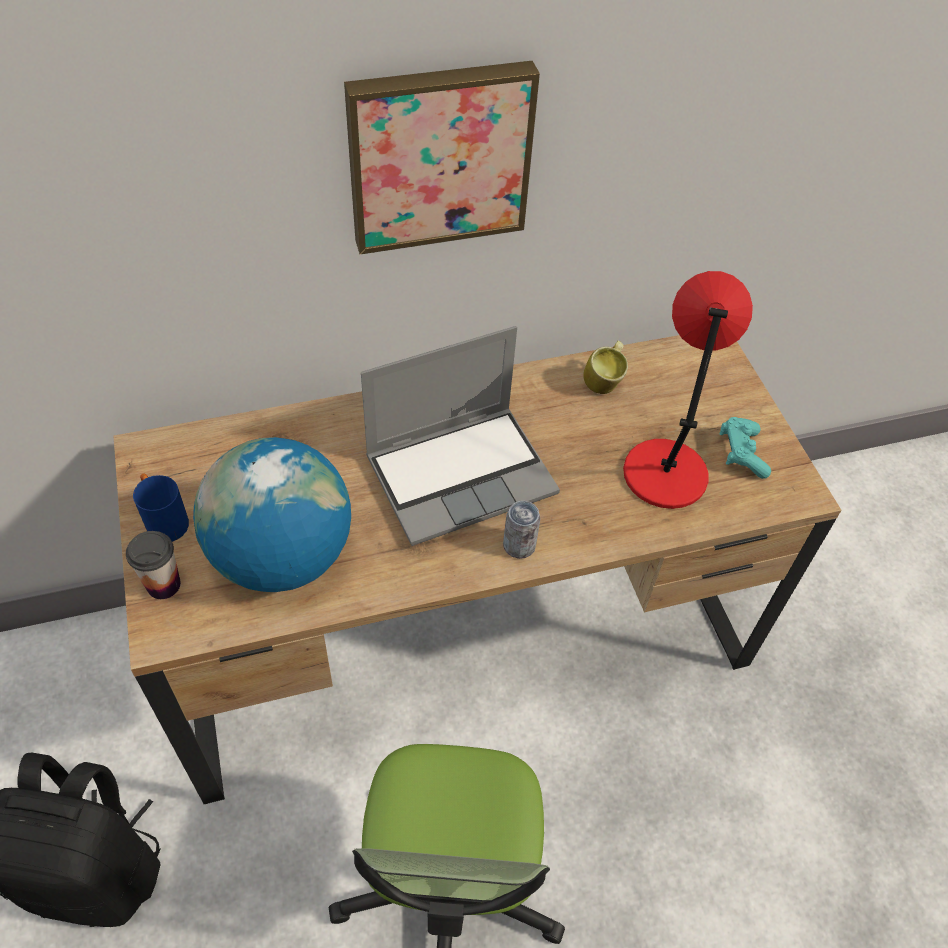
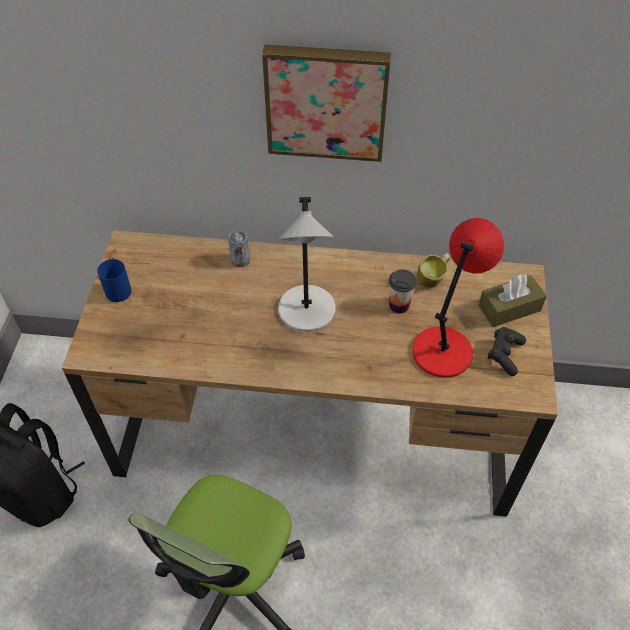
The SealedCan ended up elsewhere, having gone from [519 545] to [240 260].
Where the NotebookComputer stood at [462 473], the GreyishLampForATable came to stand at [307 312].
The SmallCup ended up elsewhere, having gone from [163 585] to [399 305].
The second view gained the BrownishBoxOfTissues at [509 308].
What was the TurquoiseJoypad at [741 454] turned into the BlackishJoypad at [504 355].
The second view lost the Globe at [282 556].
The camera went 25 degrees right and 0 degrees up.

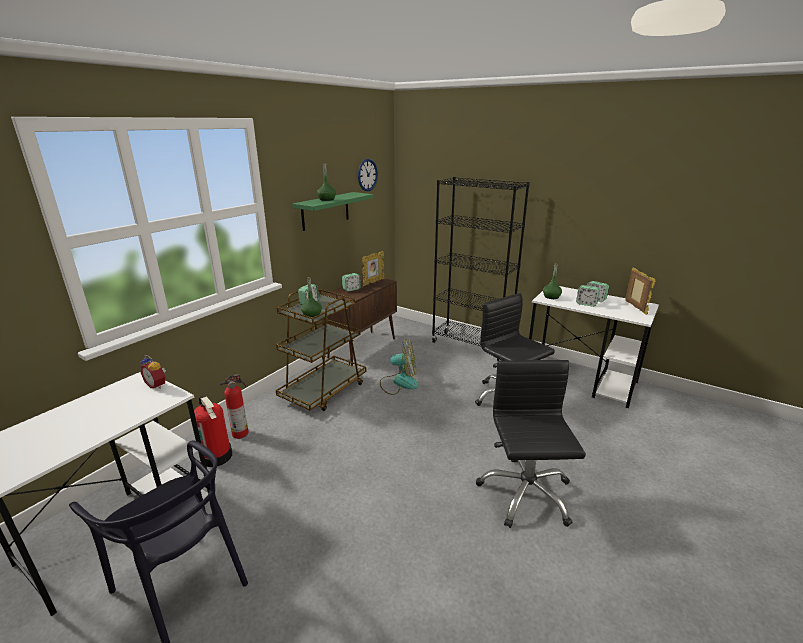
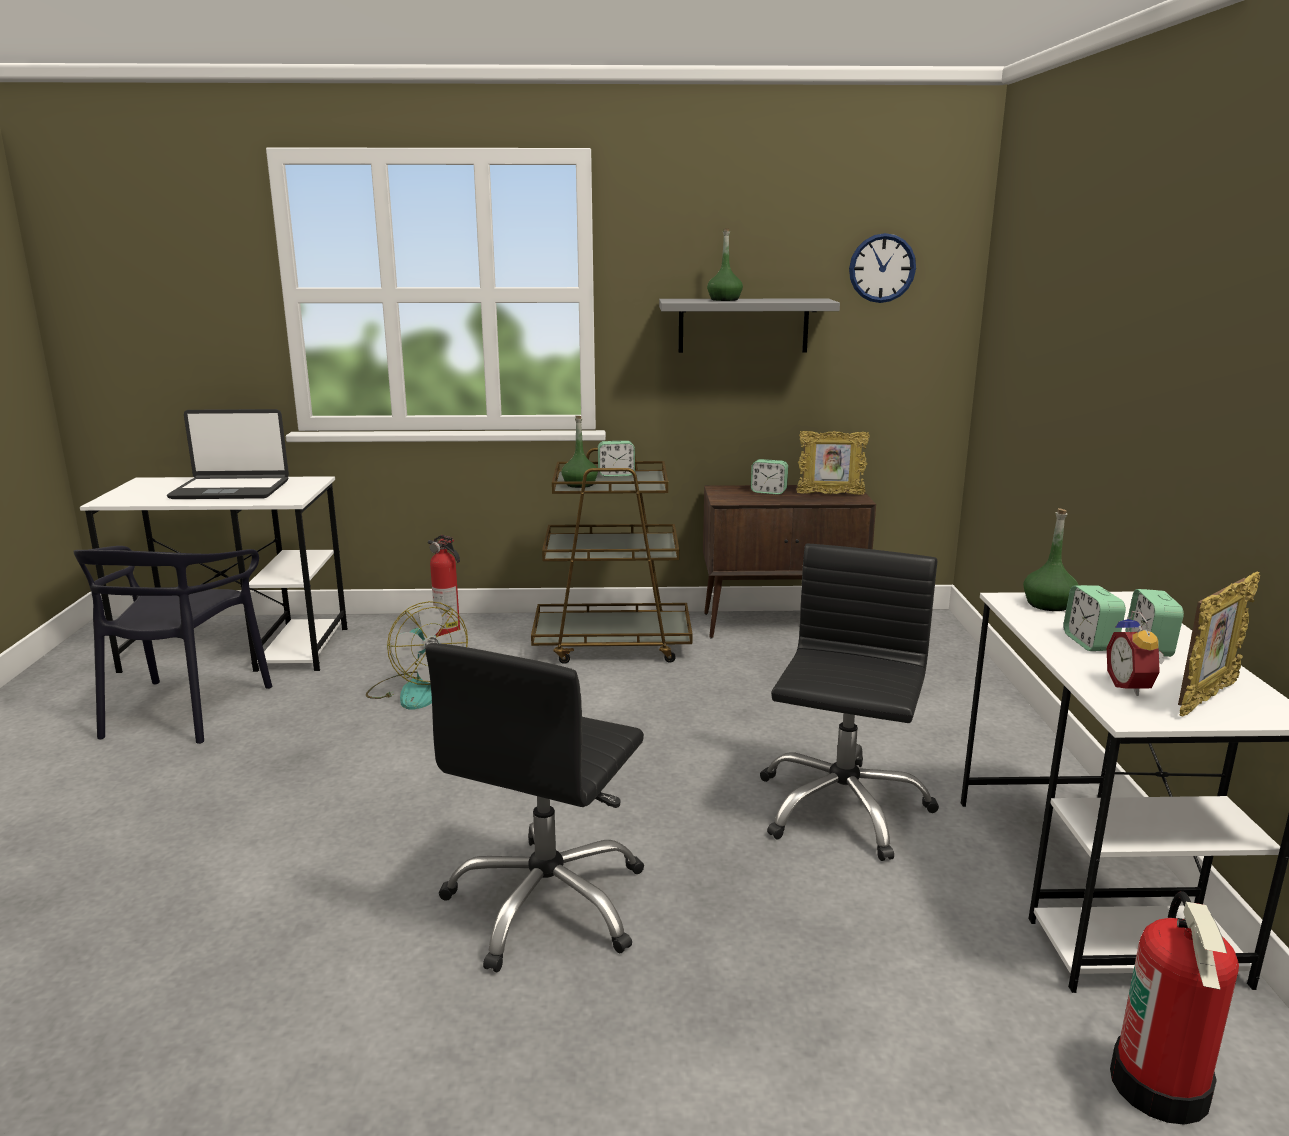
The second view gained the NotebookComputer at [231 490].
The ElectricFan ended up elsewhere, having gone from [399 382] to [416 690].
The BlackishOfficeChair at [525 493] ended up facing another way, 150 degrees clockwise from before.
What was the GreenColouredWallShelf at [325 211] turned into the GreyishWallShelf at [743 325].
The BedsideClock ended up elsewhere, having gone from [157 385] to [1132 687].
The FireExtinguisher ended up elsewhere, having gone from [217 456] to [1161 1086].
The second view lost the BlackishBookshelf at [471 346].
The camera went 55 degrees right and 5 degrees down.

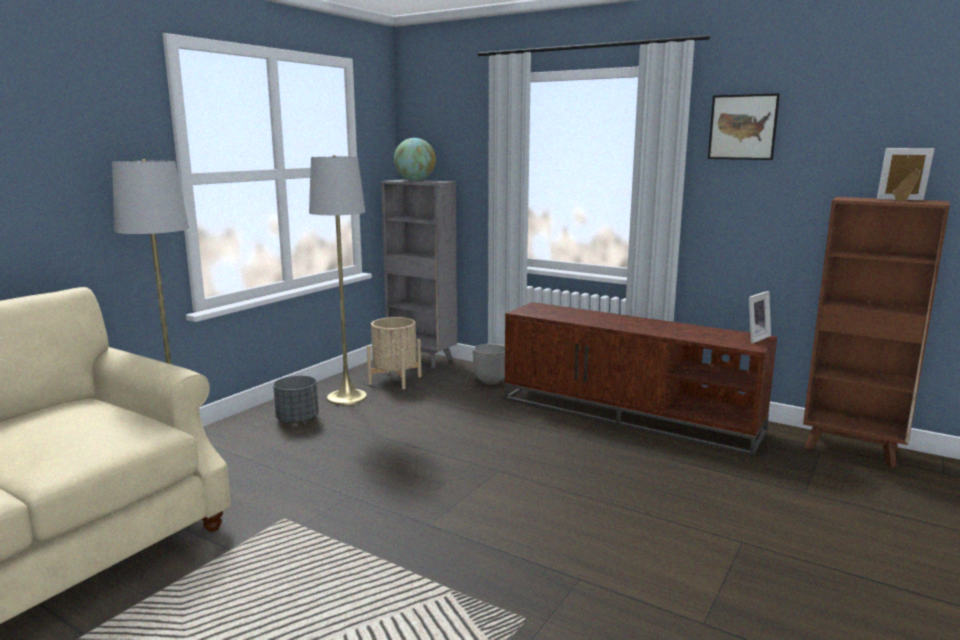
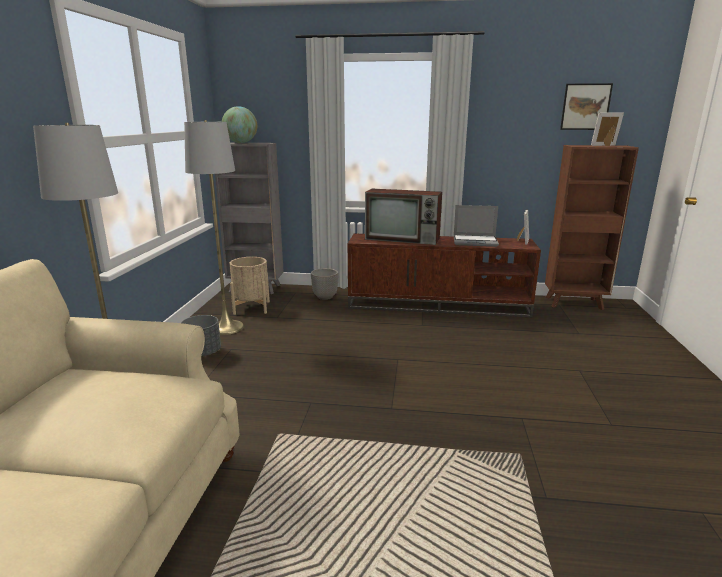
The second view gained the Tv at [403 239].
The second view gained the NotebookComputer at [475 242].
The Picture ended up elsewhere, having gone from [742 127] to [585 107].
The camera went 25 degrees left and 5 degrees up.

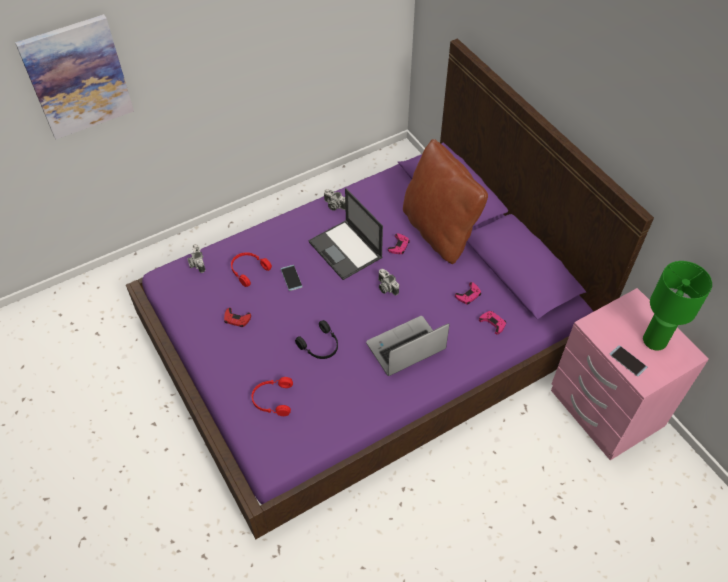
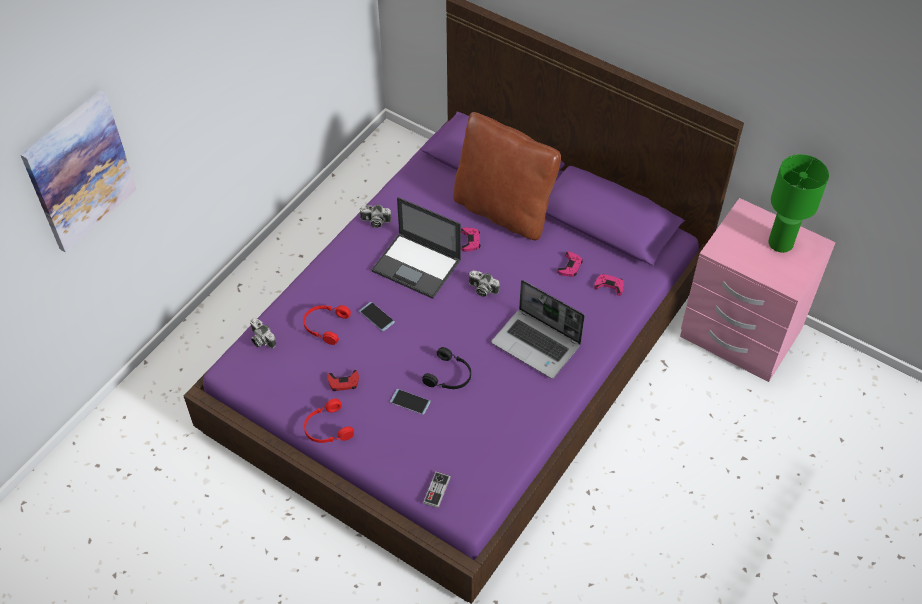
The RedColouredHeadset ended up elsewhere, having gone from [272 399] to [327 428].
The Handset ended up elsewhere, having gone from [628 361] to [410 402].
The second view gained the Joypad at [437 490].
The NotebookComputer at [405 348] ended up facing another way, 90 degrees counterclockwise from before.
The camera went 25 degrees left and 0 degrees up.

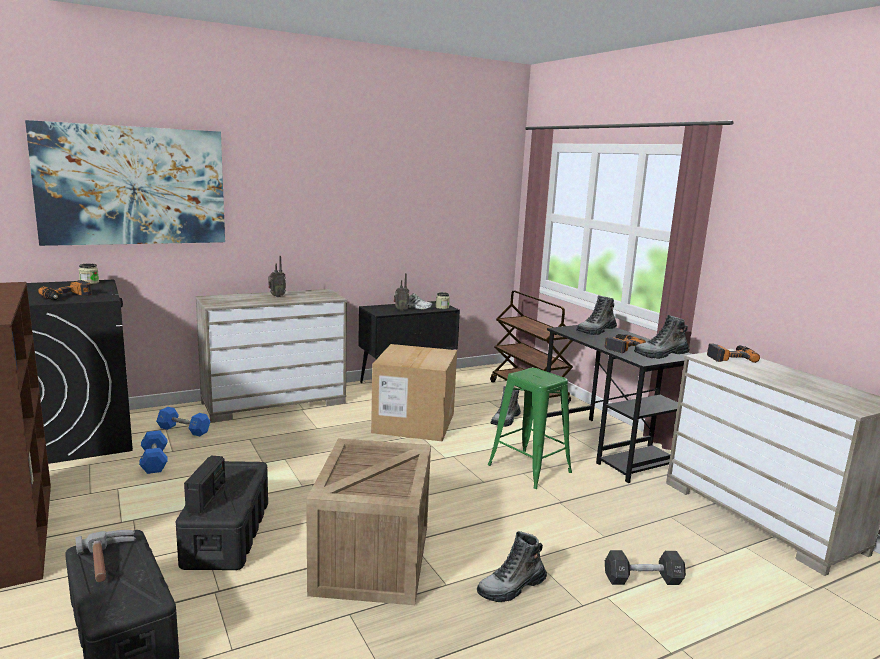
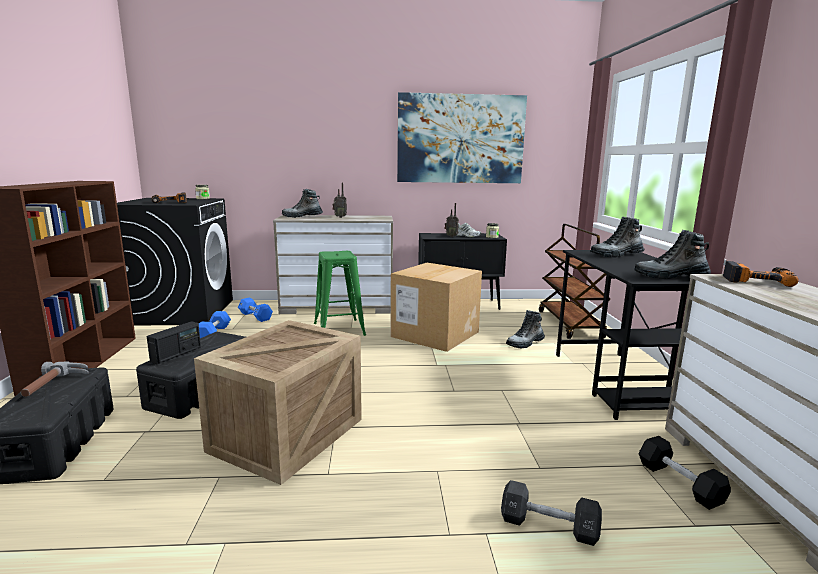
The TallBoot ended up elsewhere, having gone from [511 588] to [302 217].
The GreenColouredSittingStool ended up elsewhere, having gone from [529 468] to [339 329].
The Picture ended up elsewhere, having gone from [133 186] to [460 139].
The second view gained the BlackishFreeWeight at [679 483].
The second view lost the PowerDrill at [620 347].
The camera went 25 degrees right and 0 degrees up.

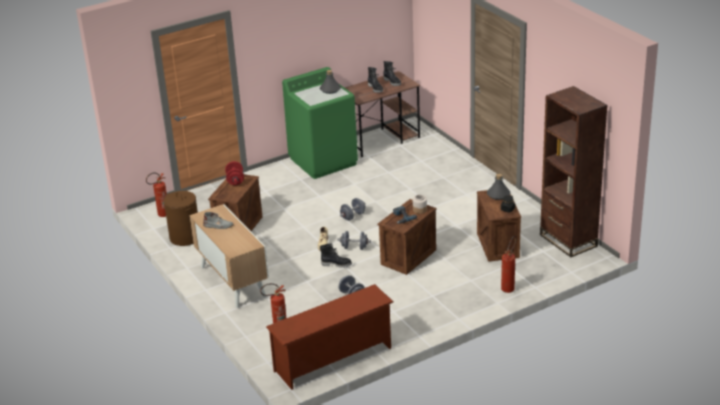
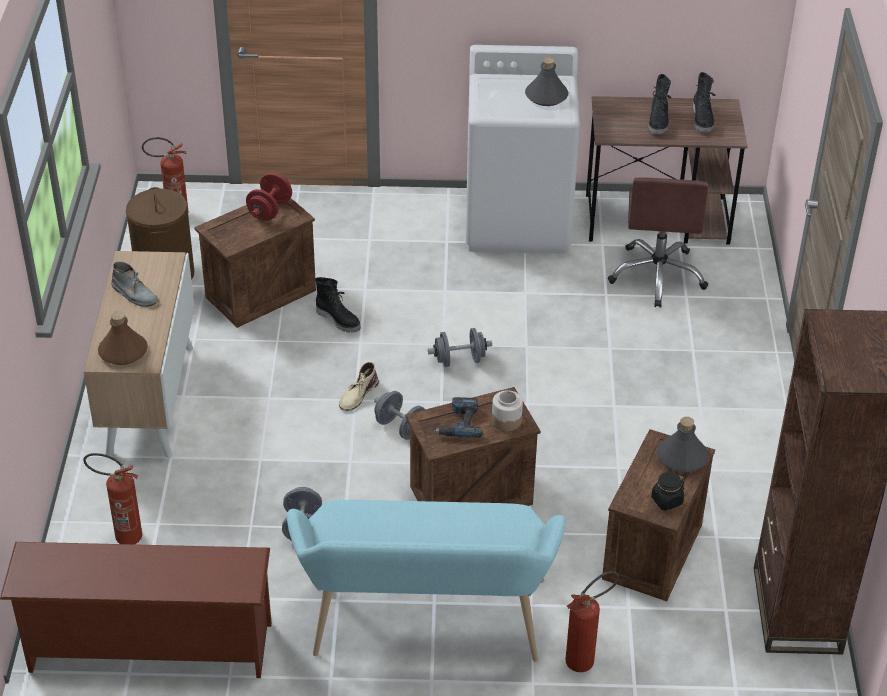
The second view gained the BrownishDrinkBottle at [123 351].
The second view gained the TurquoiseLongSeat at [425 626].
The BlackishTallBoot ended up elsewhere, having gone from [336 264] to [339 320].
What was the GreenColouredWashingMachine at [323 161] turned into the WhitishWashingMachine at [518 221].
The second view gained the BrownishOfficeChair at [658 275].
The camera went 30 degrees right and 10 degrees up.

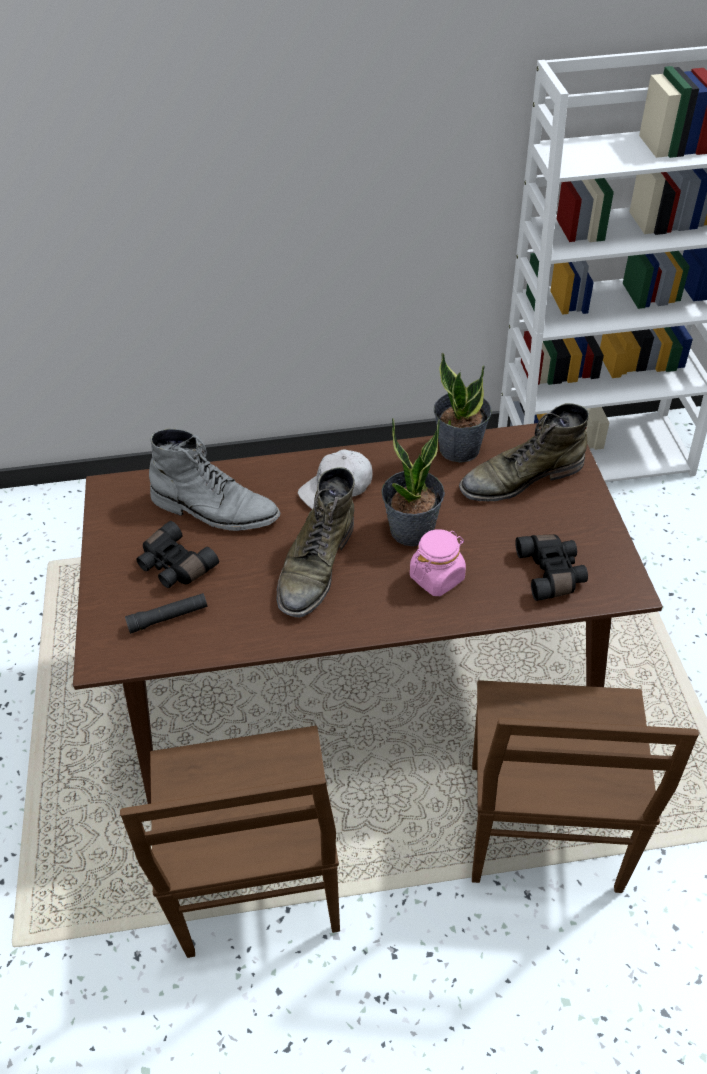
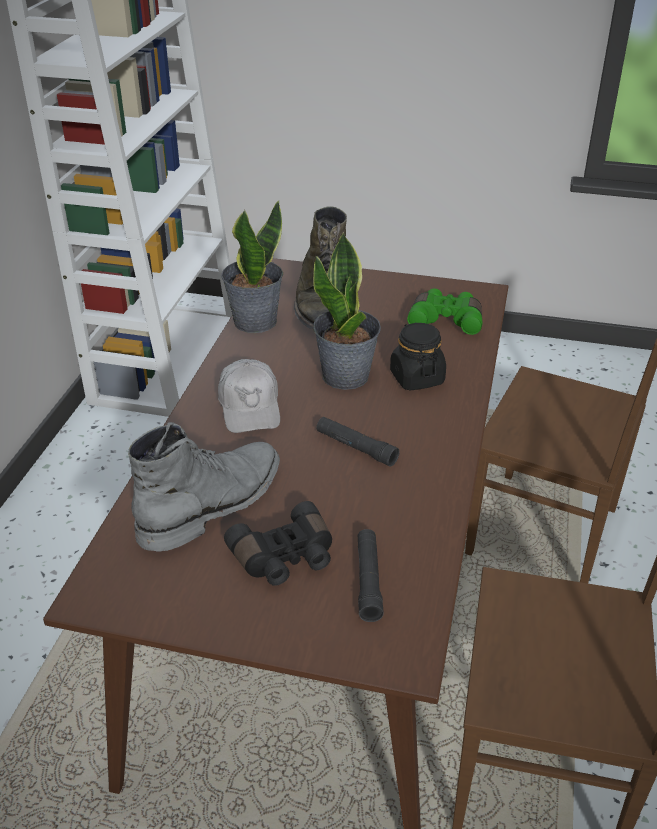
Where the GreenColouredTallBoot stood at [316 566], the BlackishHandTorch came to stand at [356 447].
What was the PinkColouredJar at [437 577] turned into the BlackishJar at [416 378].
What was the BlackishPairOfBinoculars at [552 573] turned into the GreenColouredPairOfBinoculars at [446 320].
The camera went 70 degrees left and 10 degrees down.

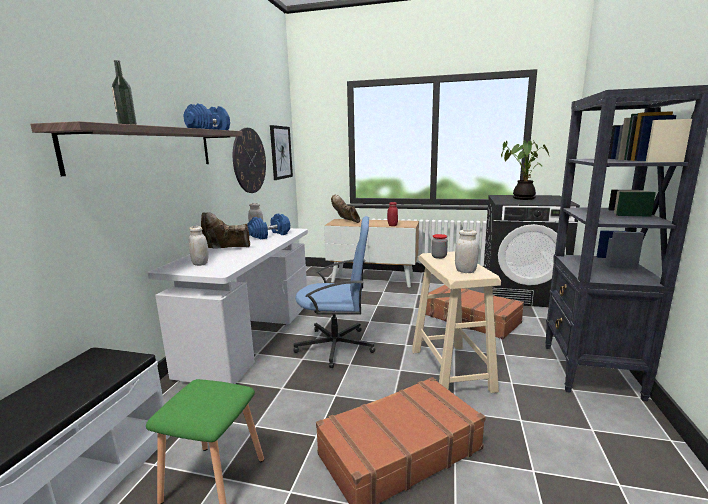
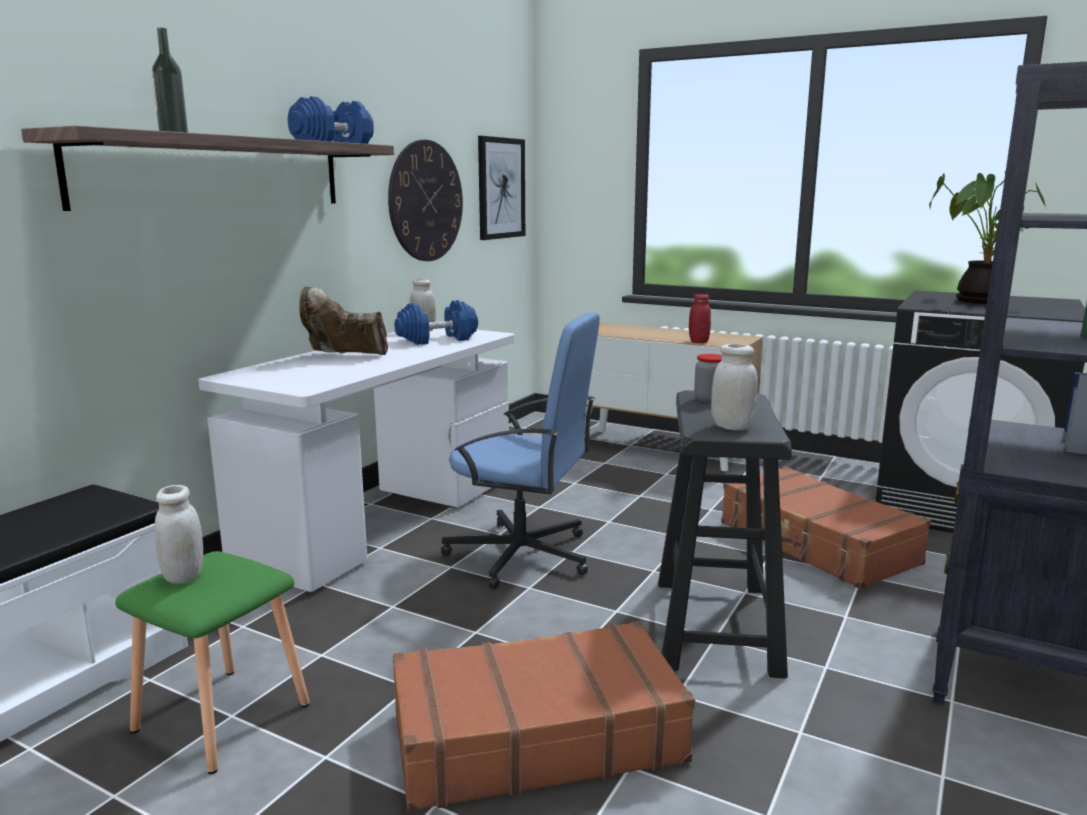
The WhitishJar ended up elsewhere, having gone from [200 264] to [183 576].
What was the SandColouredSittingStool at [451 370] turned into the BlackishSittingStool at [715 626].
The second view lost the BrownishTallBoot at [346 221].
The camera went 15 degrees right and 0 degrees up.

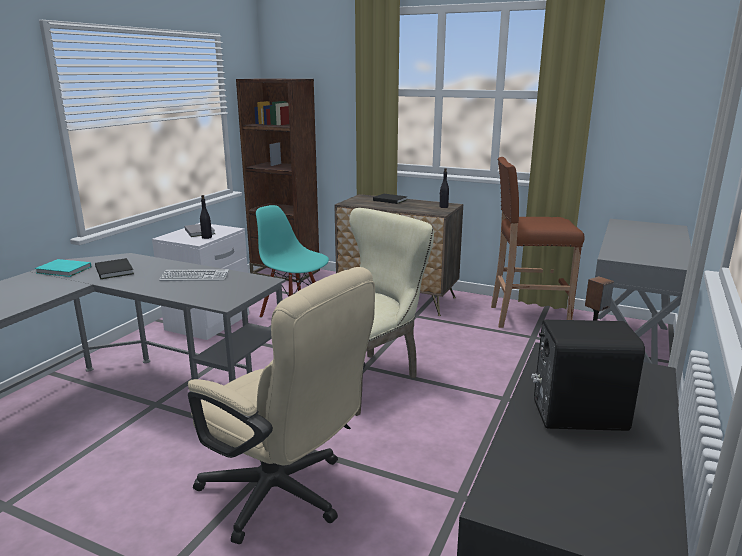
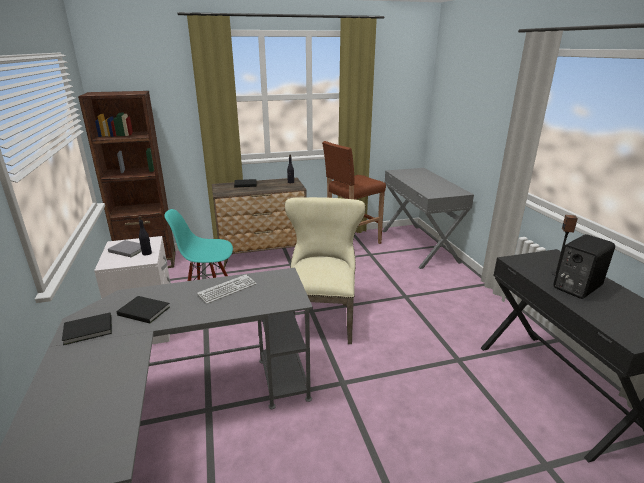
What was the TurquoiseBook at [64 270] turned into the BlackishBook at [89 330].
The second view lost the SandColouredOfficeChair at [284 496].
The camera went 40 degrees left and 5 degrees up.

